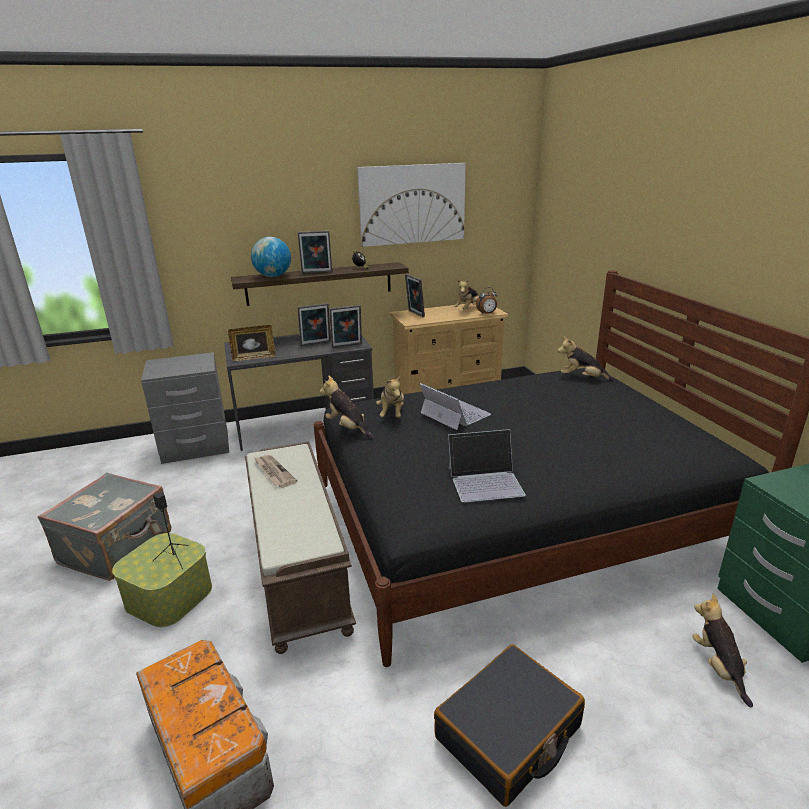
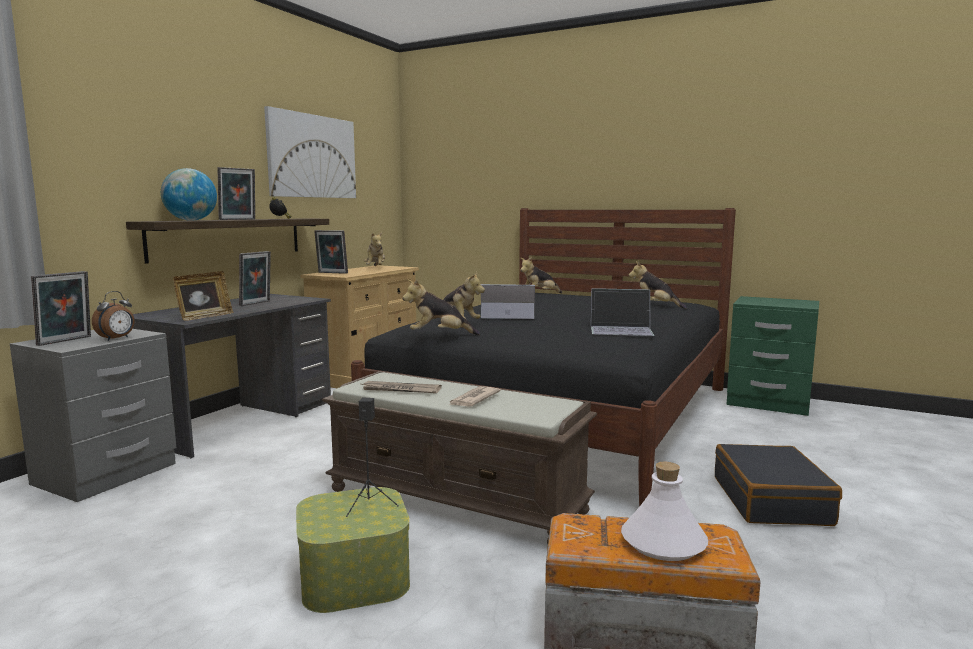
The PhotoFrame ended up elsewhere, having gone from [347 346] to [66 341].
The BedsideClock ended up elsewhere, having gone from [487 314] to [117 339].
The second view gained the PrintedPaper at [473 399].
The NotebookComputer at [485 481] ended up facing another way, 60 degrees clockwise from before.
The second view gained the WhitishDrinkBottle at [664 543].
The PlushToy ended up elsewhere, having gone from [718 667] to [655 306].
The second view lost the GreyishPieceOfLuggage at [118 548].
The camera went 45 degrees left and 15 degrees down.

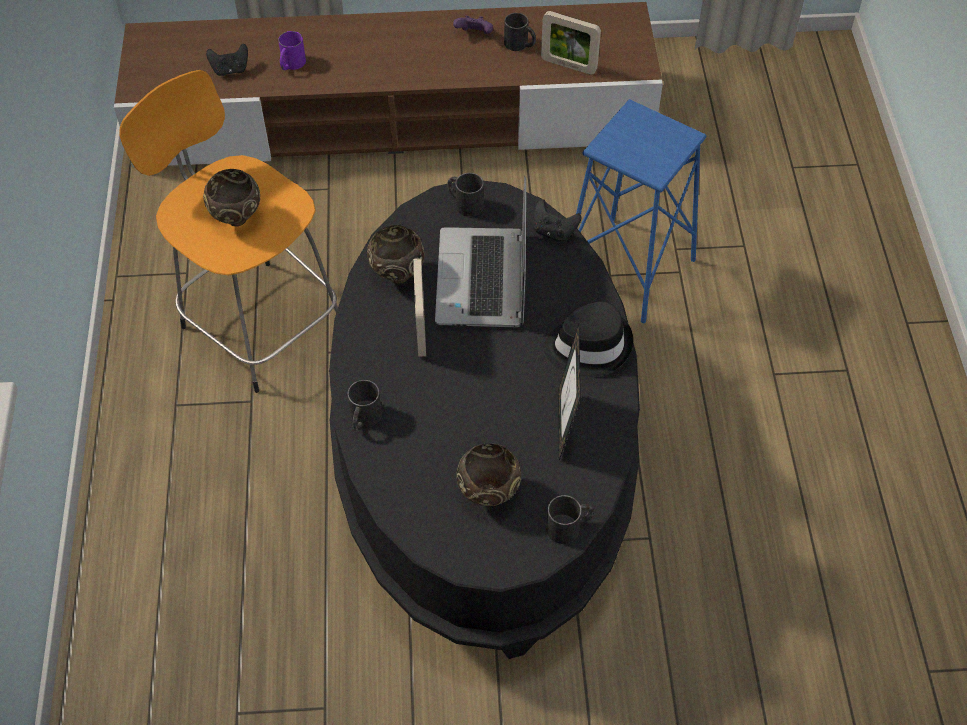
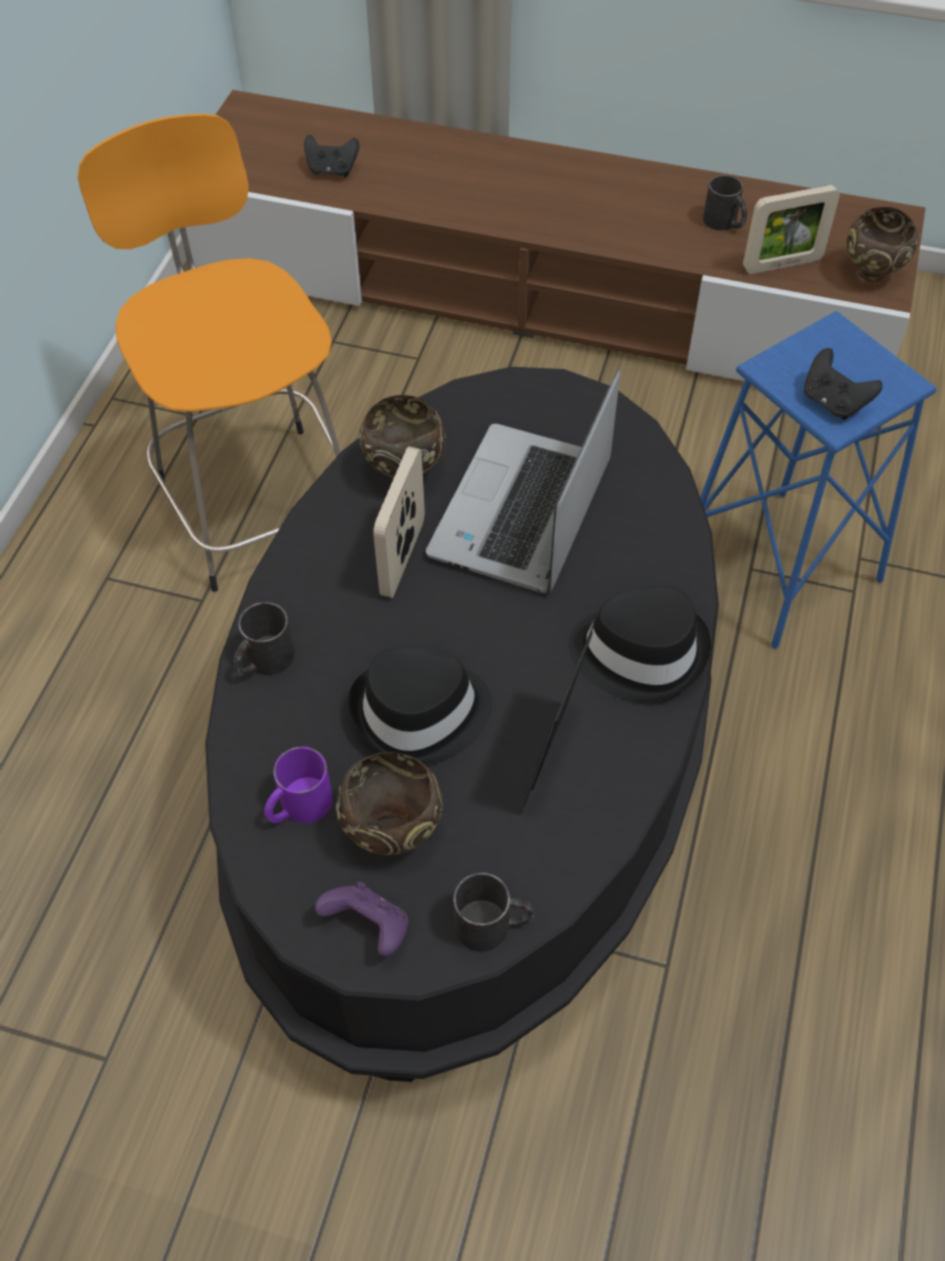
The PurpleColouredMug ended up elsewhere, having gone from [291 64] to [298 807].
The PurpleColouredJoypad ended up elsewhere, having gone from [474 35] to [369 927].
The second view gained the BlackishWearableHat at [421 713].
The PhotoFrame at [568 65] ended up facing another way, 60 degrees counterclockwise from before.
The BlackishJoypad ended up elsewhere, having gone from [554 232] to [833 403].
The BrownishDeepDish ended up elsewhere, having gone from [237 220] to [871 275].
The second view lost the BlackishMug at [464 203].
The camera went 20 degrees right and 0 degrees up.

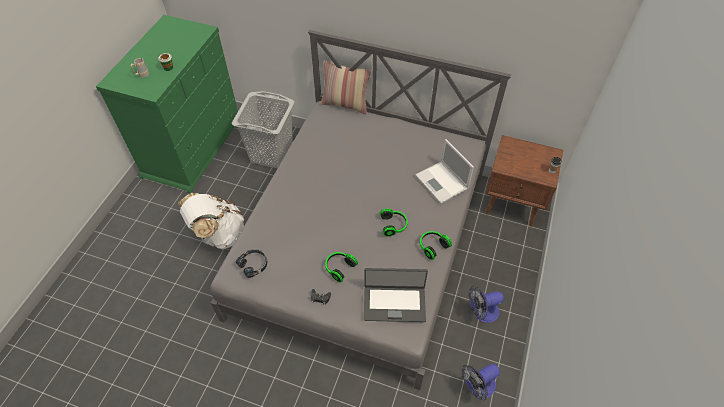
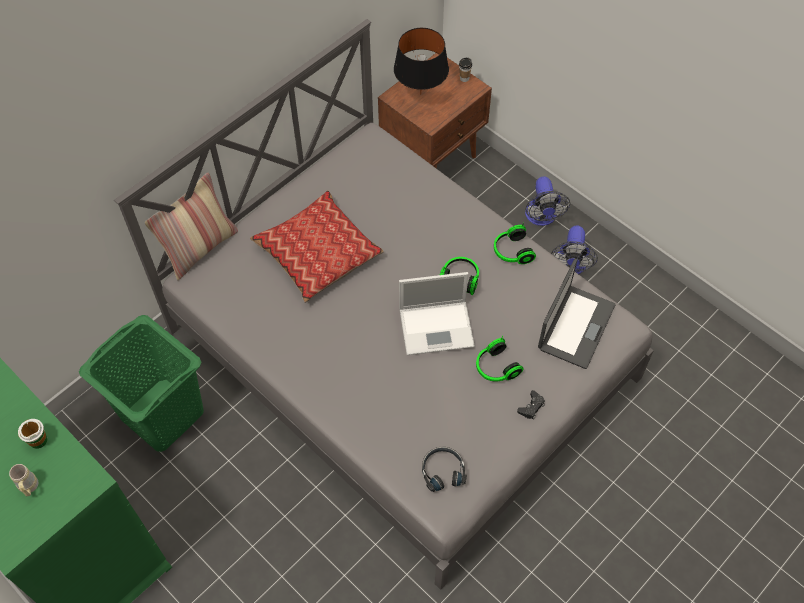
What was the GreyishHamper at [272 153] turned into the GreenColouredHamper at [163 413].
The second view gained the Cushion at [318 253].
The second view gained the BlackishLampForATable at [420 94].
The NotebookComputer ended up elsewhere, having gone from [442 182] to [438 327].
The ElectricFan ended up elsewhere, having gone from [477 387] to [541 218].
The second view lost the WhitishBackpack at [218 234].
The camera went 65 degrees left and 5 degrees up.

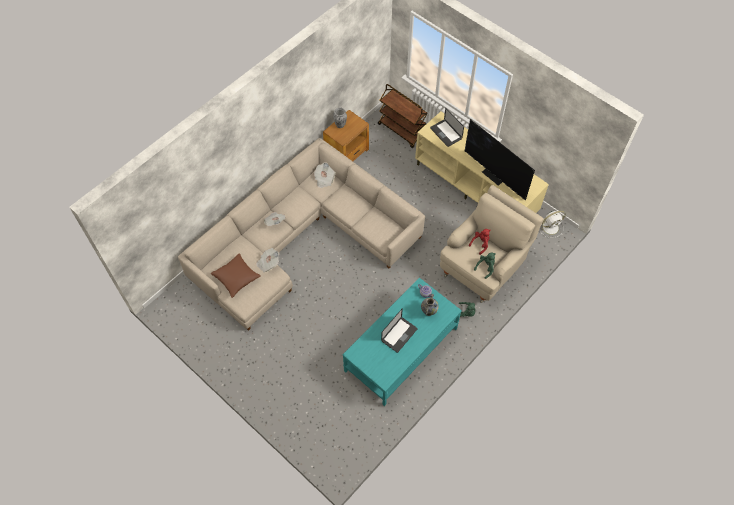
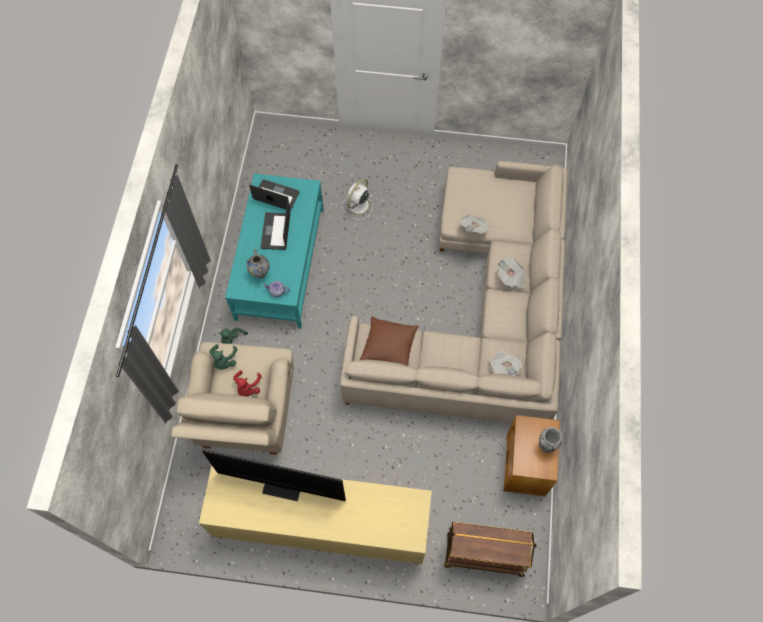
The NotebookComputer ended up elsewhere, having gone from [446 133] to [276 196].
The WhitishElectricFan ended up elsewhere, having gone from [551 227] to [357 205].
The BrownishCushion ended up elsewhere, having gone from [236 278] to [389 346].
The camera went 145 degrees right and 5 degrees up.

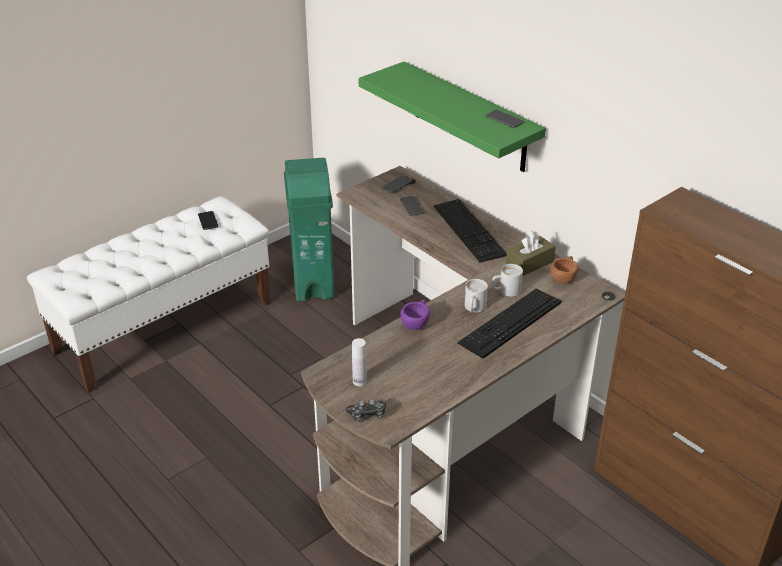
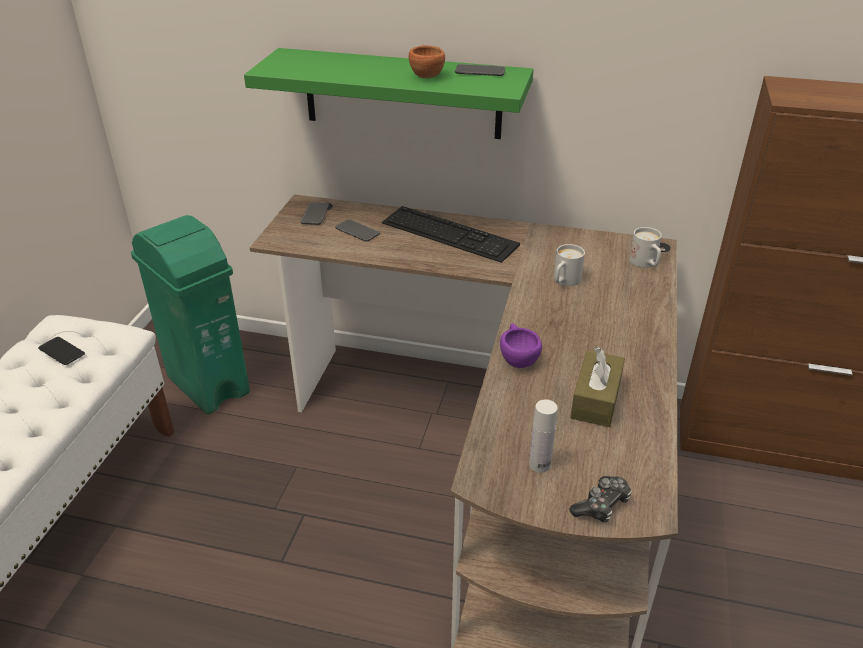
The BrownishSmallCup ended up elsewhere, having gone from [564 278] to [426 74].
The BrownishBoxOfTissues ended up elsewhere, having gone from [529 263] to [596 399].
The WhitishMug ended up elsewhere, having gone from [474 308] to [645 264].
The second view lost the PcKeyboard at [510 322].
The camera went 35 degrees left and 0 degrees up.

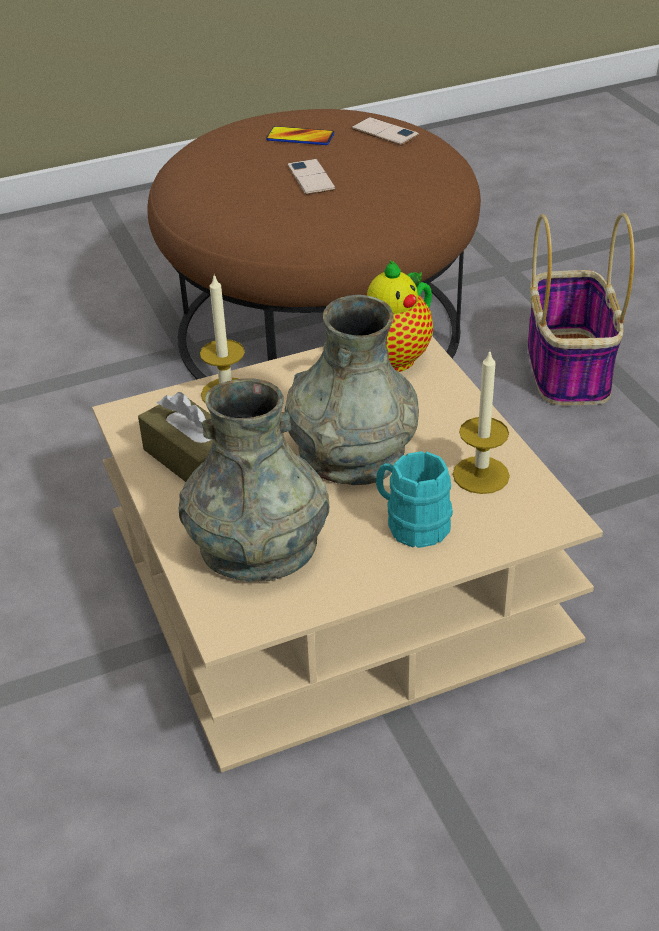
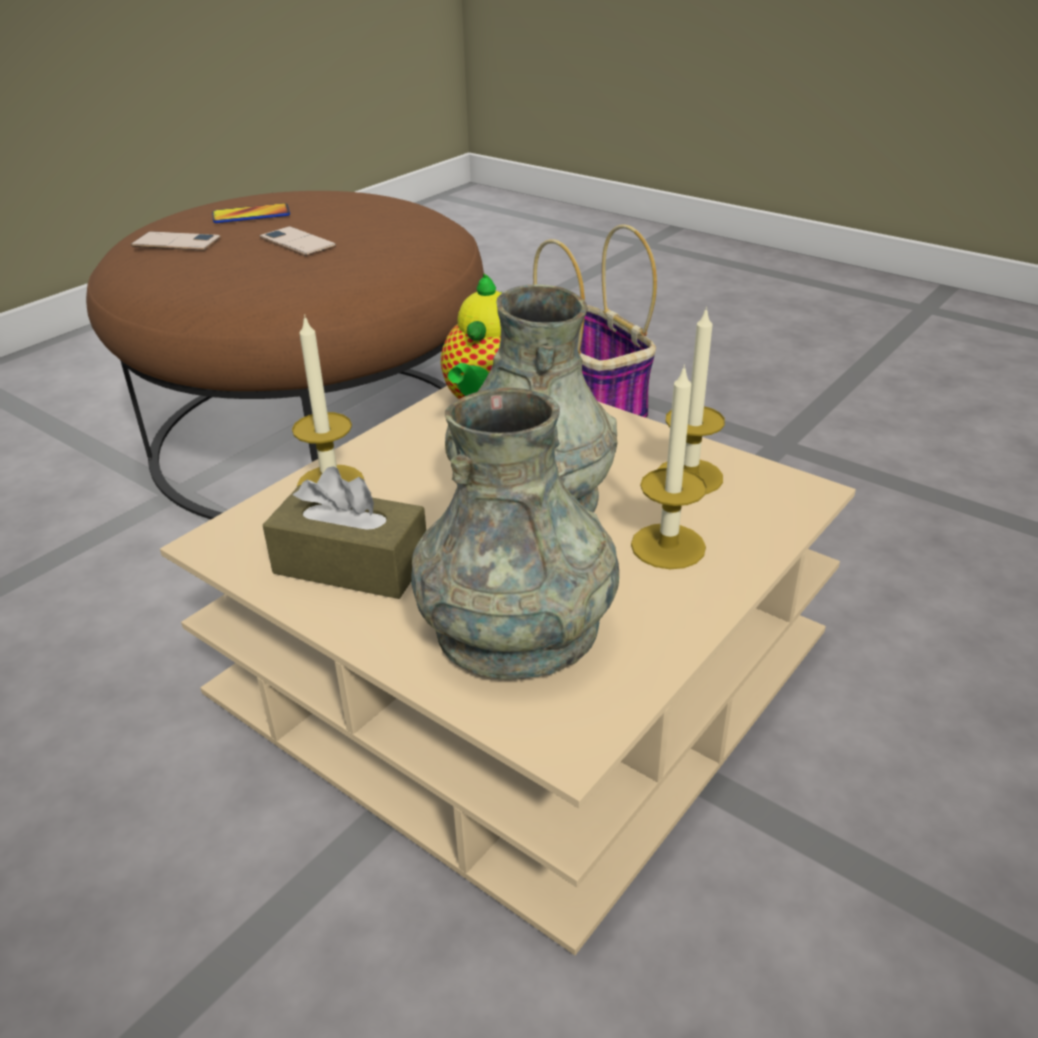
The Handset ended up elsewhere, having gone from [385 132] to [176 242].
Where the TurquoiseMug stood at [411 524], the WaxLight came to stand at [668 546].
The camera went 30 degrees left and 5 degrees down.

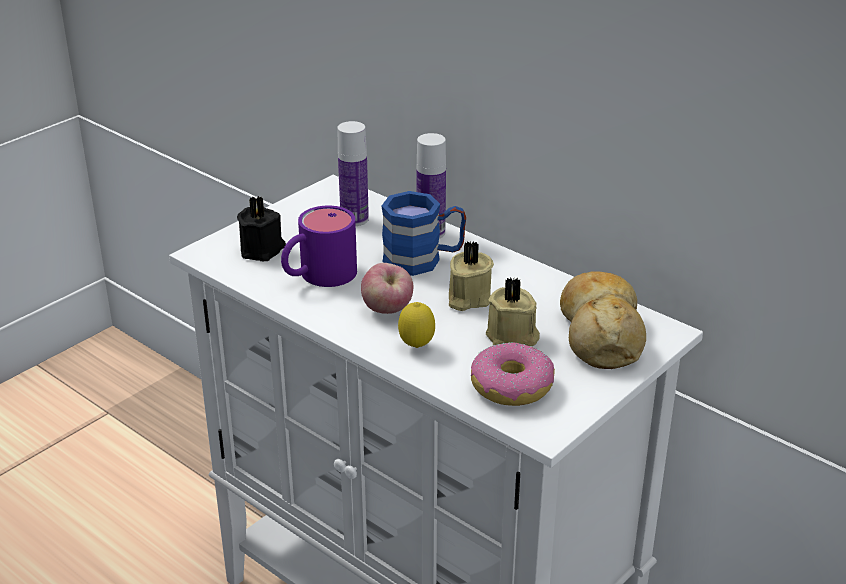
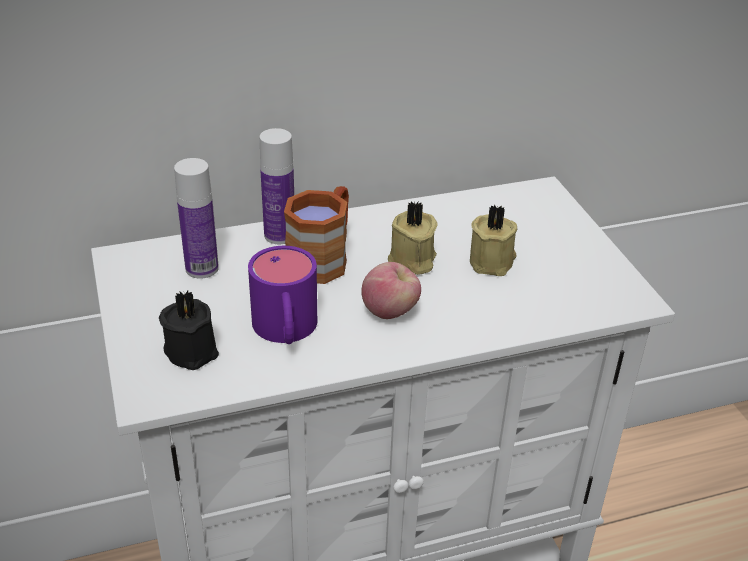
What was the BluishMug at [424 260] turned into the BrownishMug at [323 257].
The second view lost the Lemon at [416 347].
The second view lost the Doughnut at [511 387].
The second view lost the BakedBread at [600 334].
The camera went 60 degrees left and 5 degrees up.

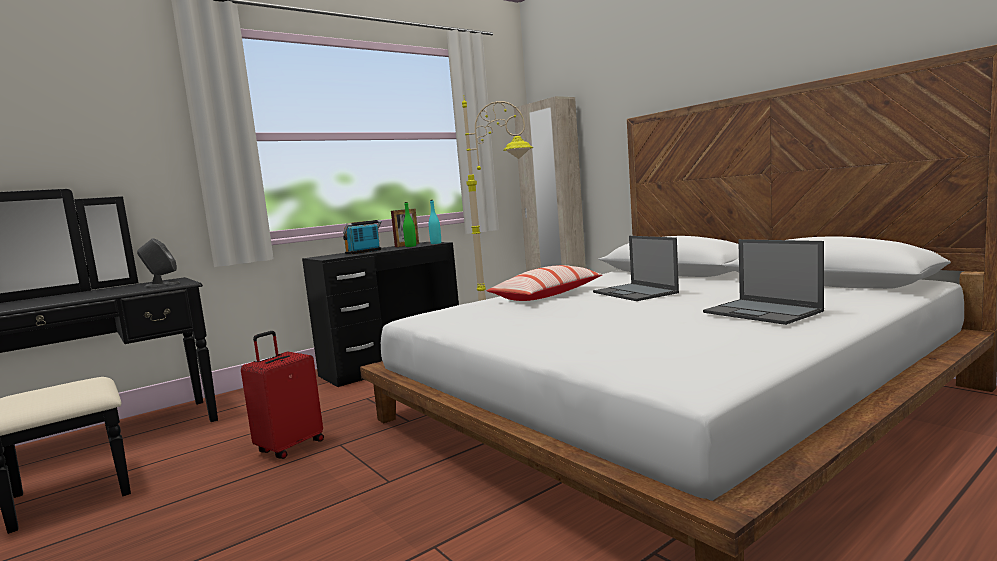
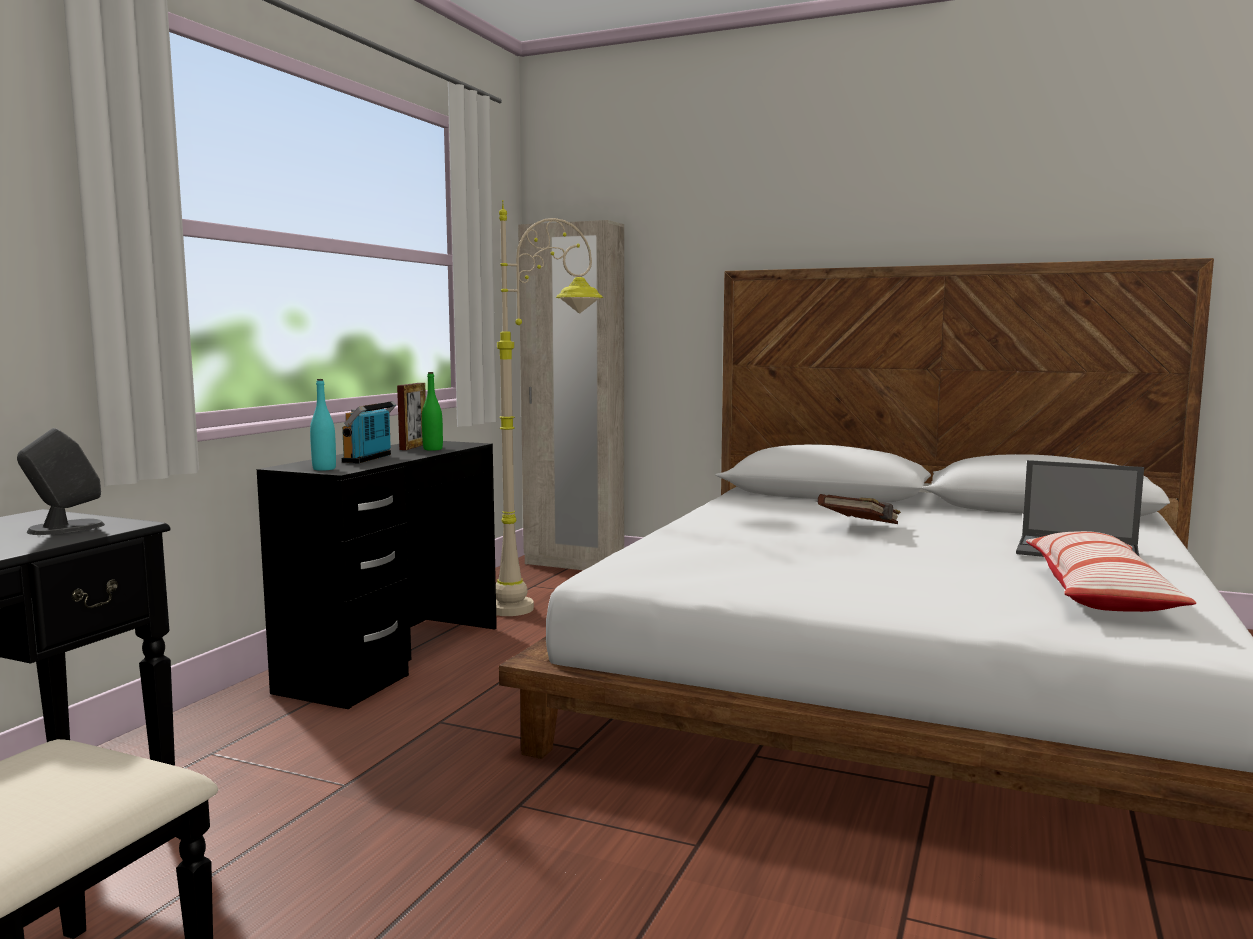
The TurquoiseDrinkBottle ended up elsewhere, having gone from [436 243] to [324 469].
Where the NotebookComputer stood at [635 293], the BrownishBook came to stand at [860 527].
The Cushion ended up elsewhere, having gone from [547 296] to [1099 594].
The second view lost the RedColouredPieceOfLuggage at [290 447].
The camera went 30 degrees left and 0 degrees up.

